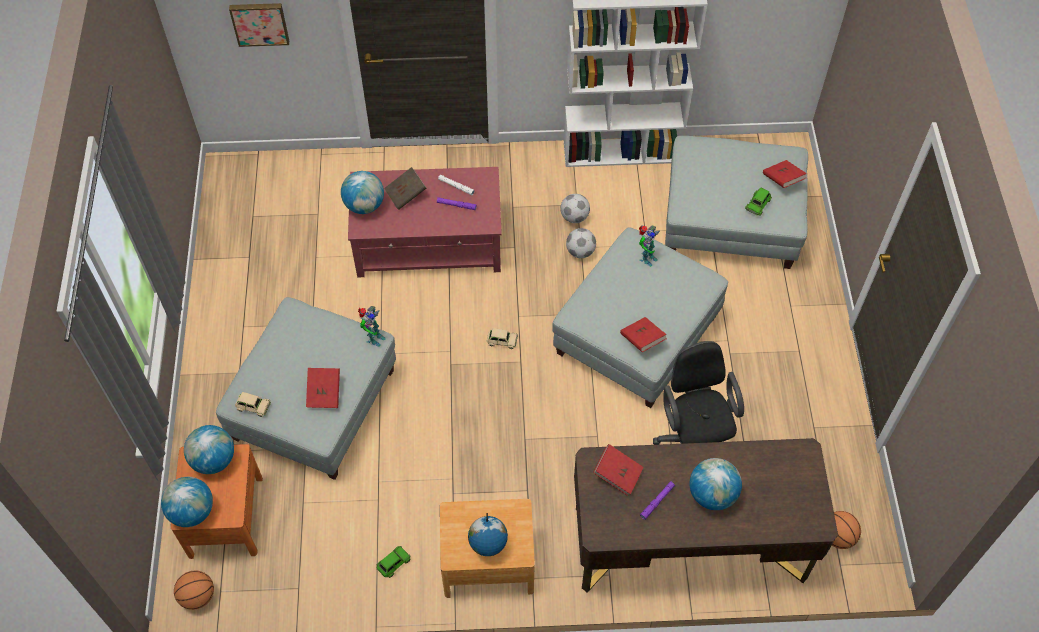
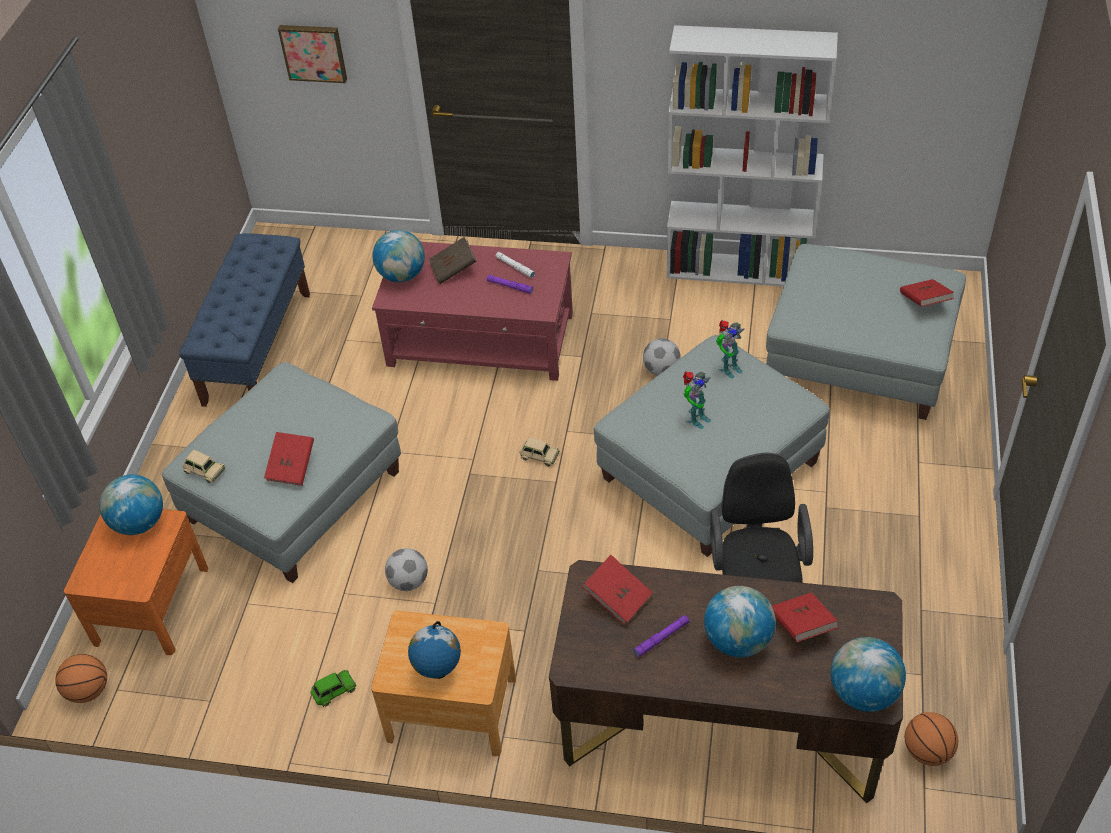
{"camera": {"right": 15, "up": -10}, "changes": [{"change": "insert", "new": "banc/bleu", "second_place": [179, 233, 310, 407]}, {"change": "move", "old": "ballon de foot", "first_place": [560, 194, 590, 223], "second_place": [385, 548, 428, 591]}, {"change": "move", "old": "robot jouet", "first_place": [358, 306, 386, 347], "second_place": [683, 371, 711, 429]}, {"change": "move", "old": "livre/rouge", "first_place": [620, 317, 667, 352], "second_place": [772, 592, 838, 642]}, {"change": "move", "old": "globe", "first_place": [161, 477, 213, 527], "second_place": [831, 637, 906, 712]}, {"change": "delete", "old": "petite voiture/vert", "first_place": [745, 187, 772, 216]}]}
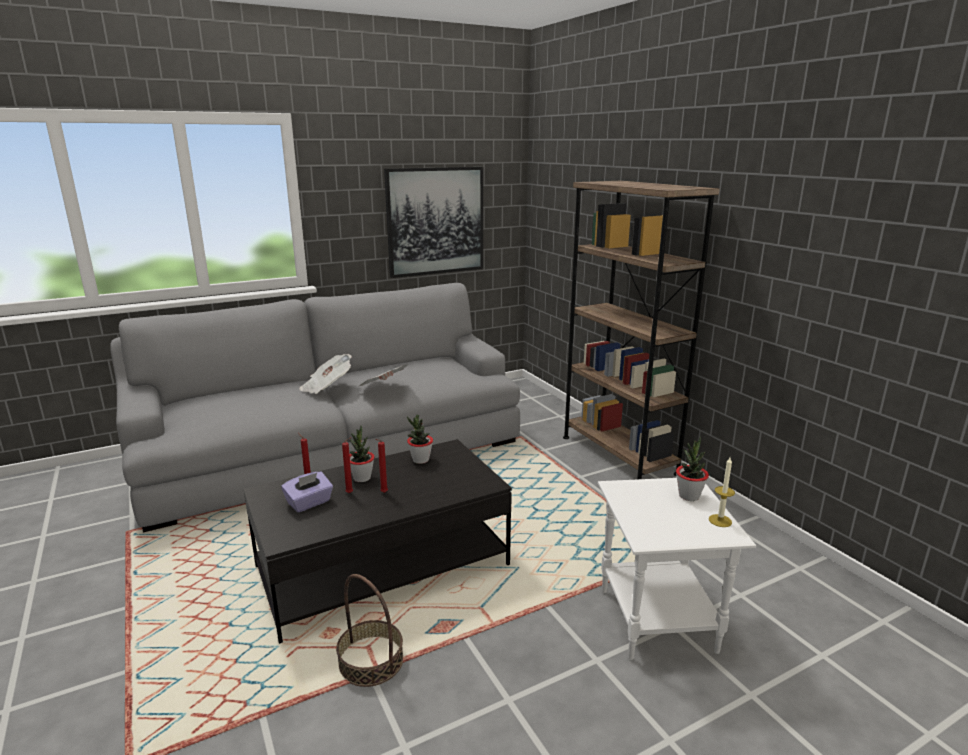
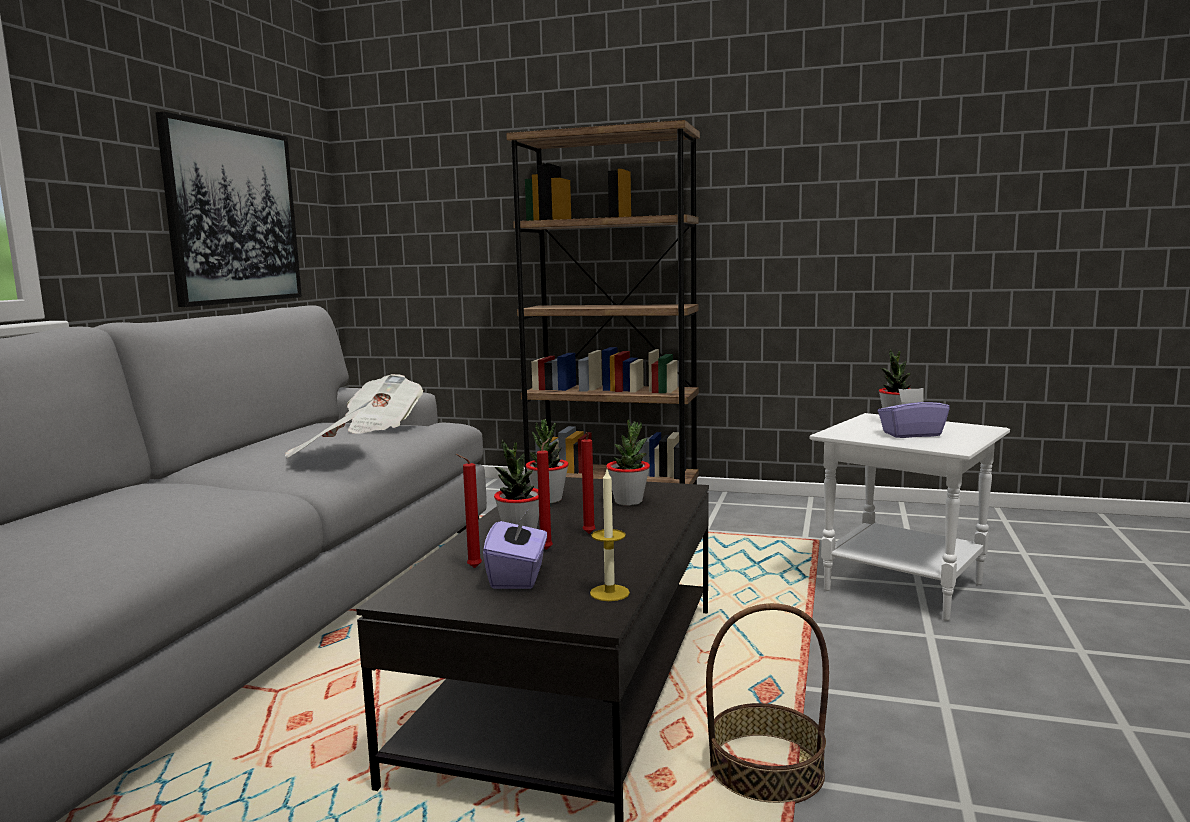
{"camera": {"right": -45, "up": -10}, "changes": [{"change": "move", "old": "journal", "first_place": [299, 354, 352, 394], "second_place": [345, 374, 423, 434]}, {"change": "move", "old": "bougie", "first_place": [709, 458, 735, 527], "second_place": [590, 470, 630, 601]}, {"change": "insert", "new": "plante en pot", "second_place": [606, 419, 650, 505]}, {"change": "insert", "new": "boîte à mouchoirs/violet", "second_place": [878, 388, 950, 438]}]}
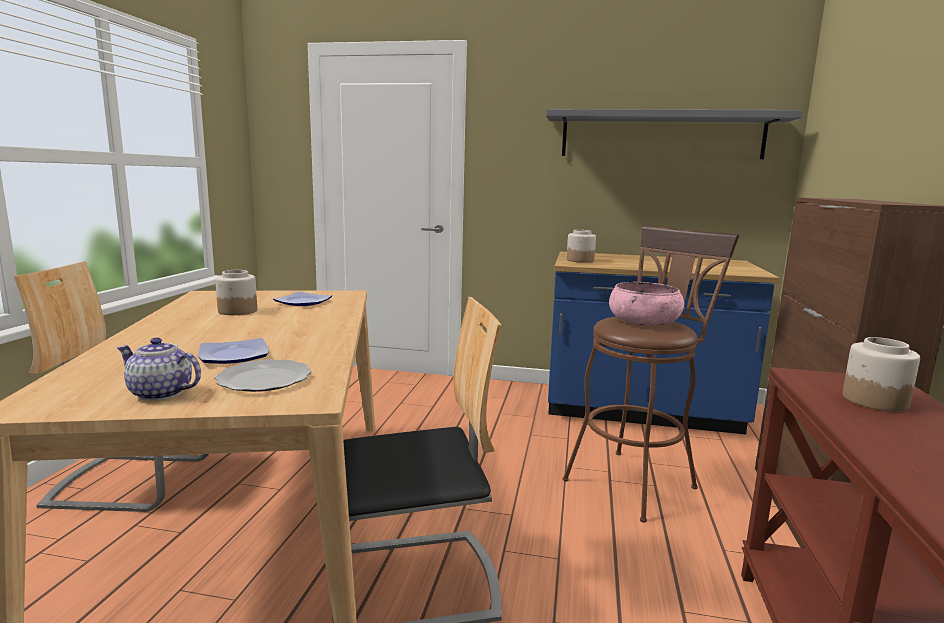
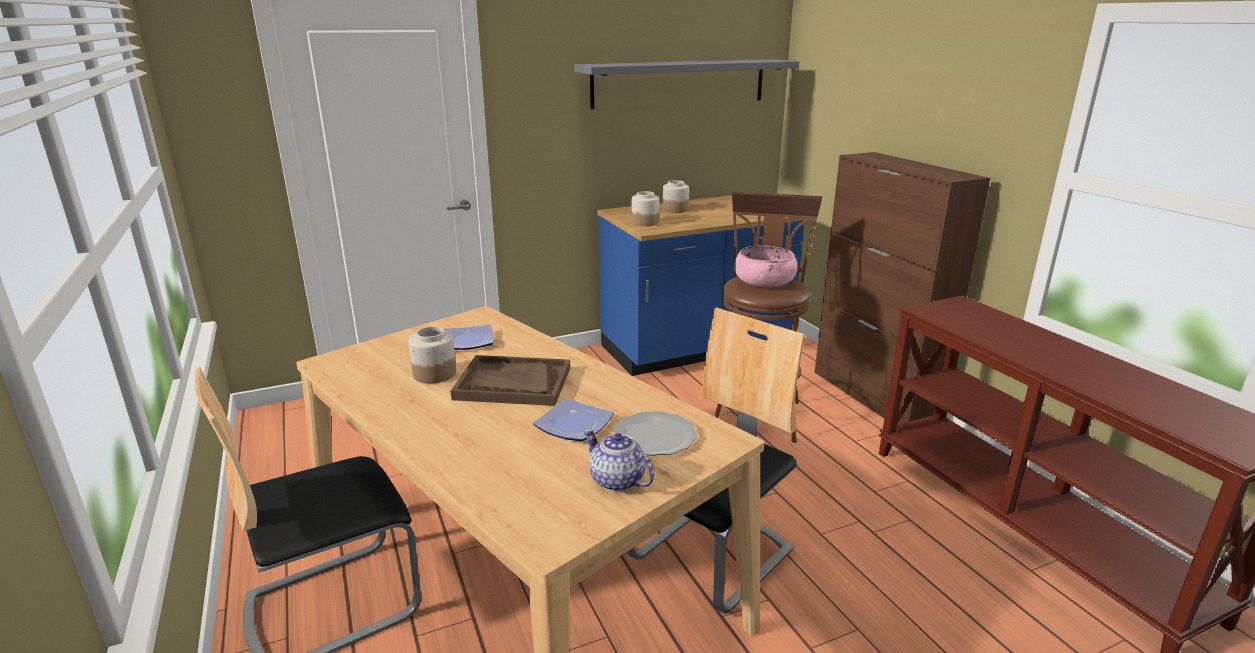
{"camera": {"right": -35, "up": 10}, "changes": [{"change": "insert", "new": "plateau/marron", "second_place": [451, 355, 570, 406]}, {"change": "rotate", "old": "théière", "first_place": [117, 338, 201, 401], "second_place": [583, 429, 655, 492], "degrees": 60}, {"change": "move", "old": "bocal", "first_place": [842, 337, 920, 412], "second_place": [663, 180, 689, 213]}]}
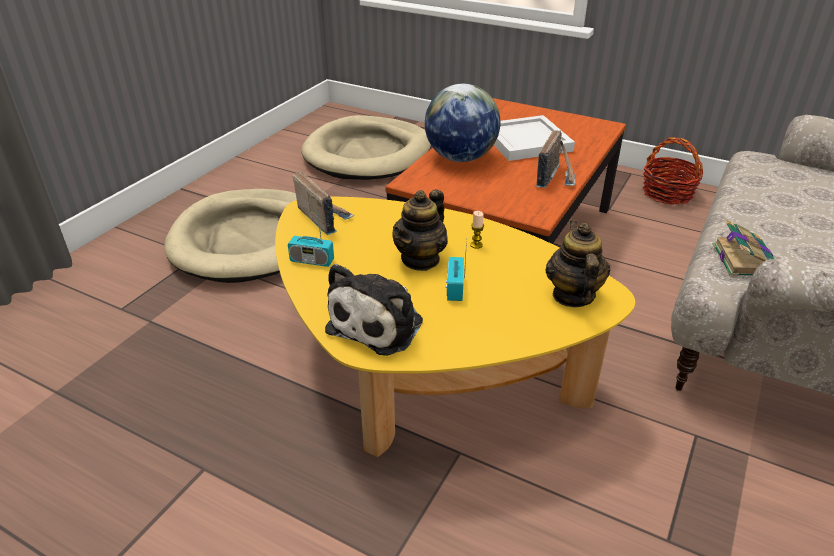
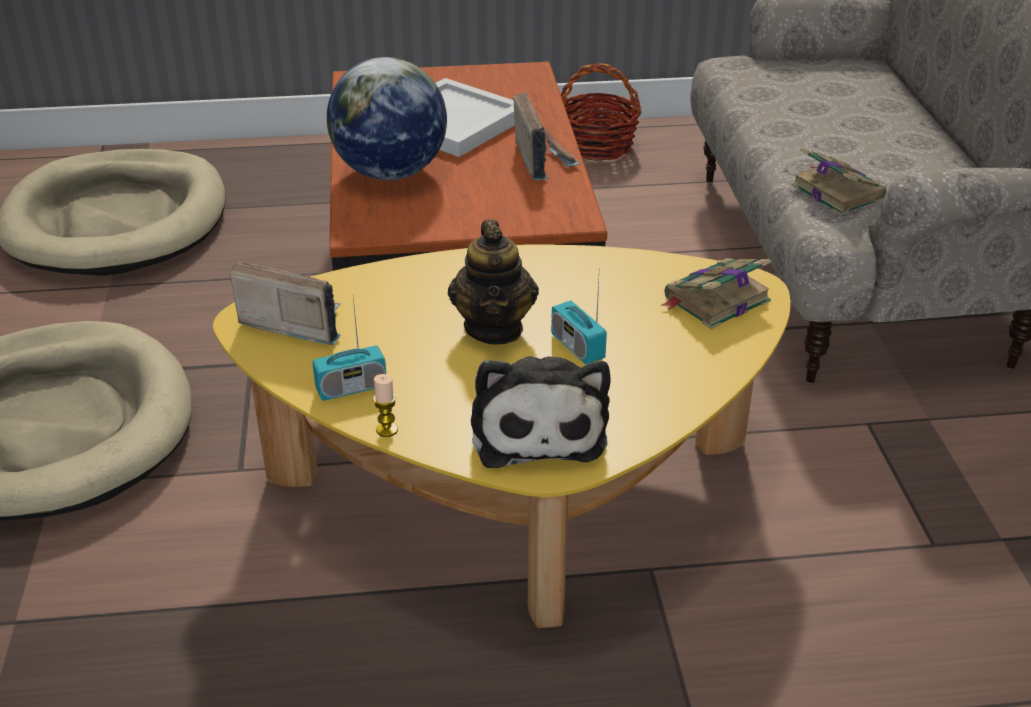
{"camera": {"right": -35, "up": 0}, "changes": [{"change": "move", "old": "bougie", "first_place": [470, 211, 484, 249], "second_place": [373, 374, 398, 437]}, {"change": "replace", "old": "théière", "new": "livre", "first_place": [545, 220, 610, 307], "second_place": [662, 259, 771, 329]}]}
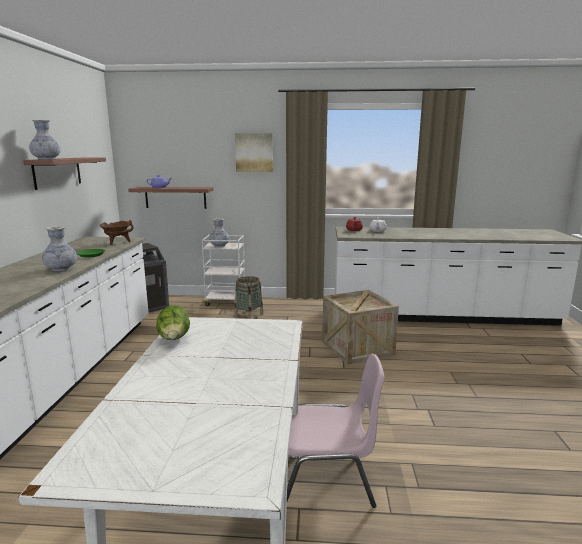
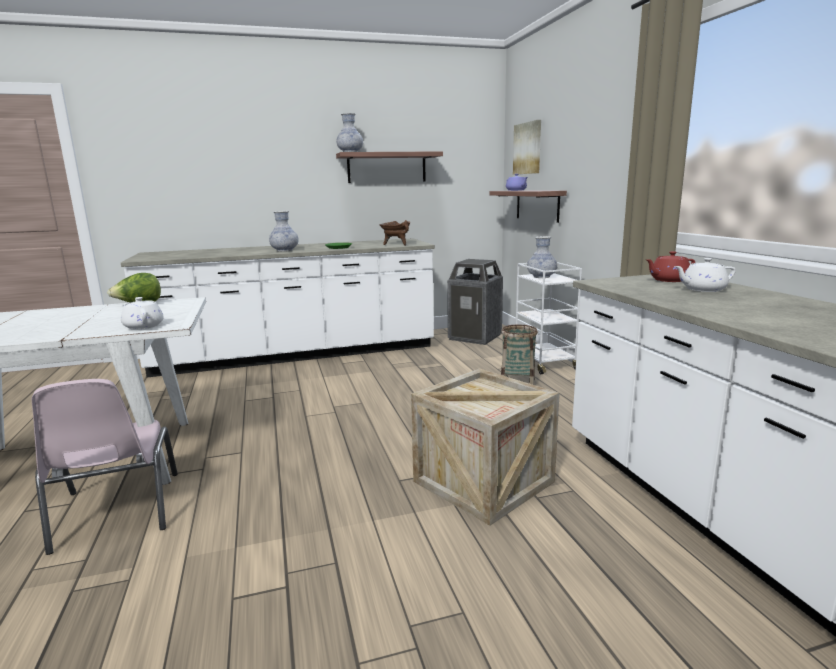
{"camera": {"right": 70, "up": 0}, "changes": [{"change": "insert", "new": "théière/blanc", "second_place": [121, 297, 164, 329]}, {"change": "move", "old": "tableau", "first_place": [235, 133, 273, 172], "second_place": [513, 120, 541, 175]}]}
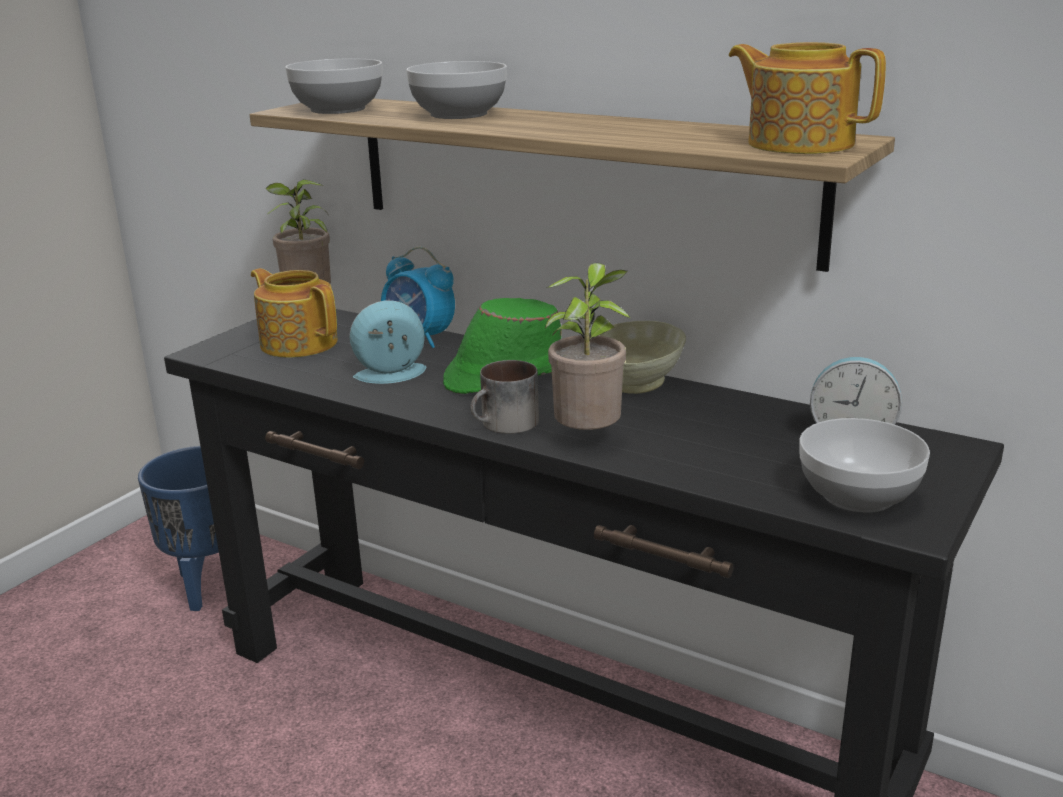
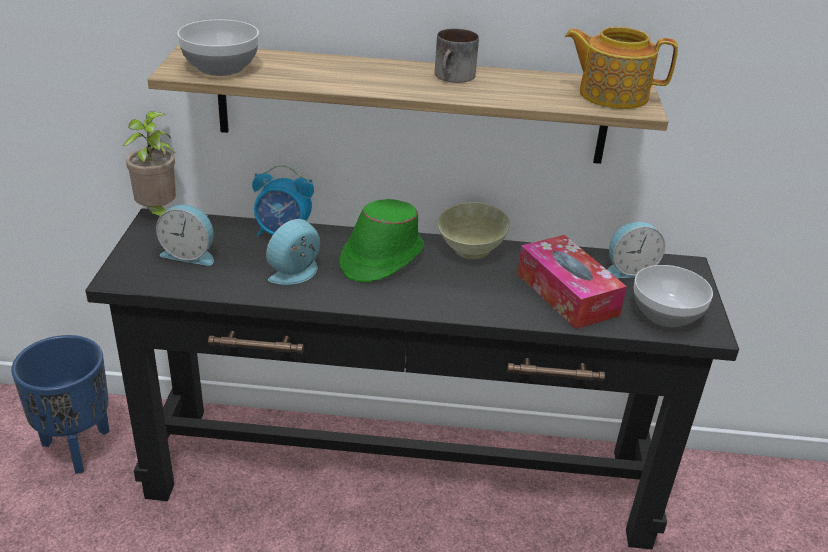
{"camera": {"right": -30, "up": 10}, "changes": [{"change": "replace", "old": "théière", "new": "réveil", "first_place": [251, 268, 338, 358], "second_place": [156, 205, 214, 266]}, {"change": "move", "old": "mug", "first_place": [470, 360, 539, 434], "second_place": [435, 28, 479, 83]}, {"change": "insert", "new": "boîte à mouchoirs", "second_place": [517, 235, 627, 329]}, {"change": "delete", "old": "bol", "first_place": [406, 61, 507, 119]}, {"change": "delete", "old": "plante en pot", "first_place": [545, 263, 631, 430]}]}
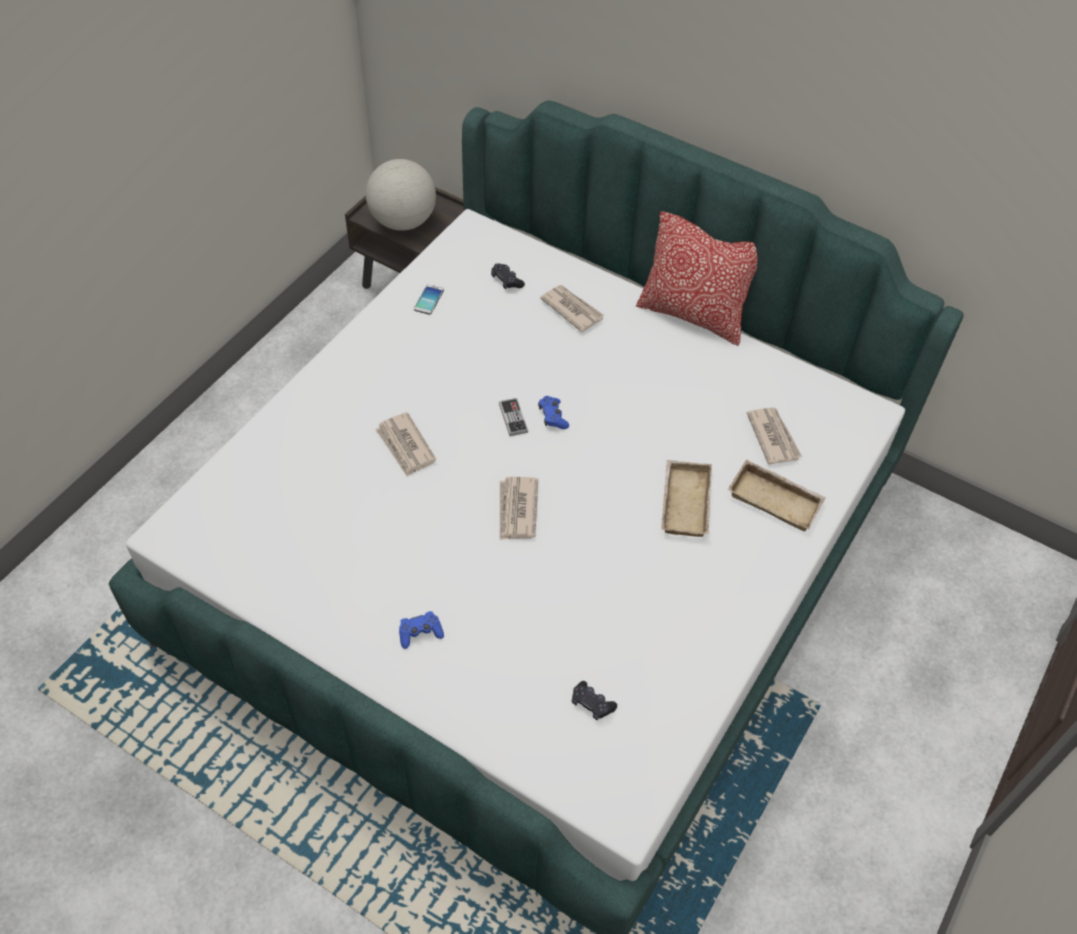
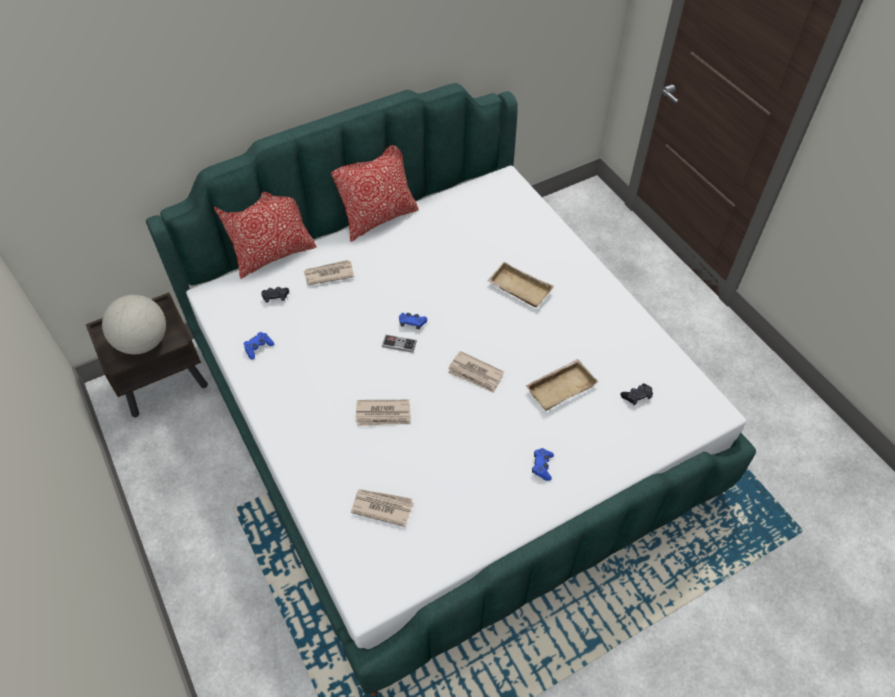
{"camera": {"right": -60, "up": 0}, "changes": [{"change": "insert", "new": "coussin", "second_place": [214, 192, 316, 279]}, {"change": "replace", "old": "téléphone", "new": "manette/bleu", "first_place": [414, 284, 444, 315], "second_place": [243, 332, 274, 359]}, {"change": "move", "old": "journal", "first_place": [747, 407, 802, 465], "second_place": [351, 489, 413, 527]}, {"change": "move", "old": "plateau/beige", "first_place": [728, 459, 826, 531], "second_place": [525, 359, 598, 411]}]}
